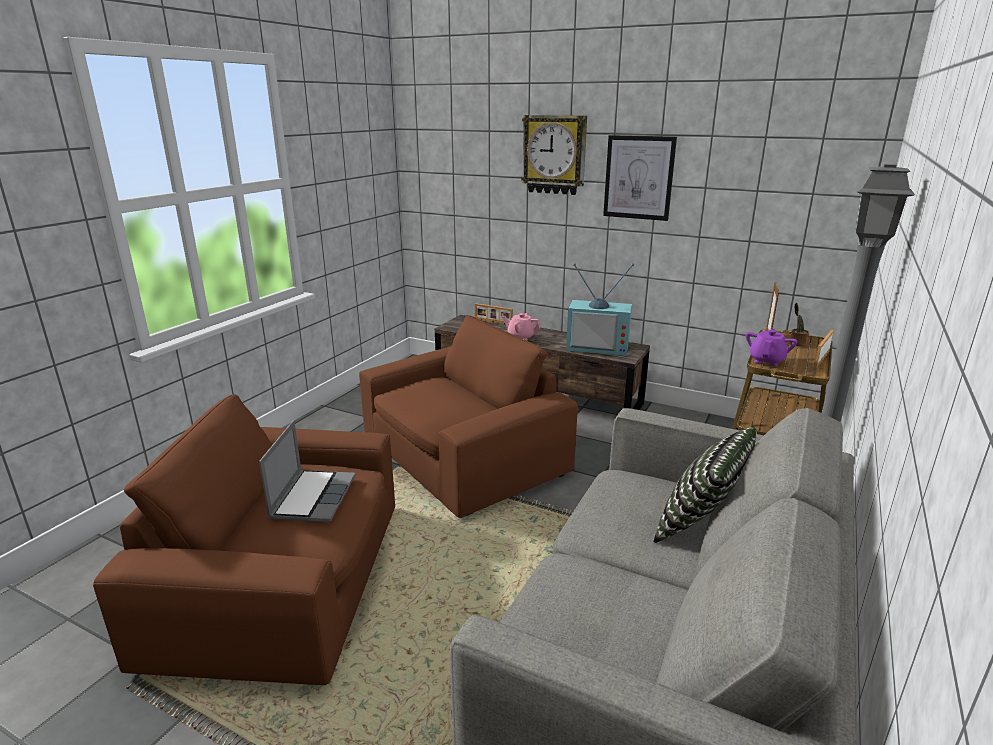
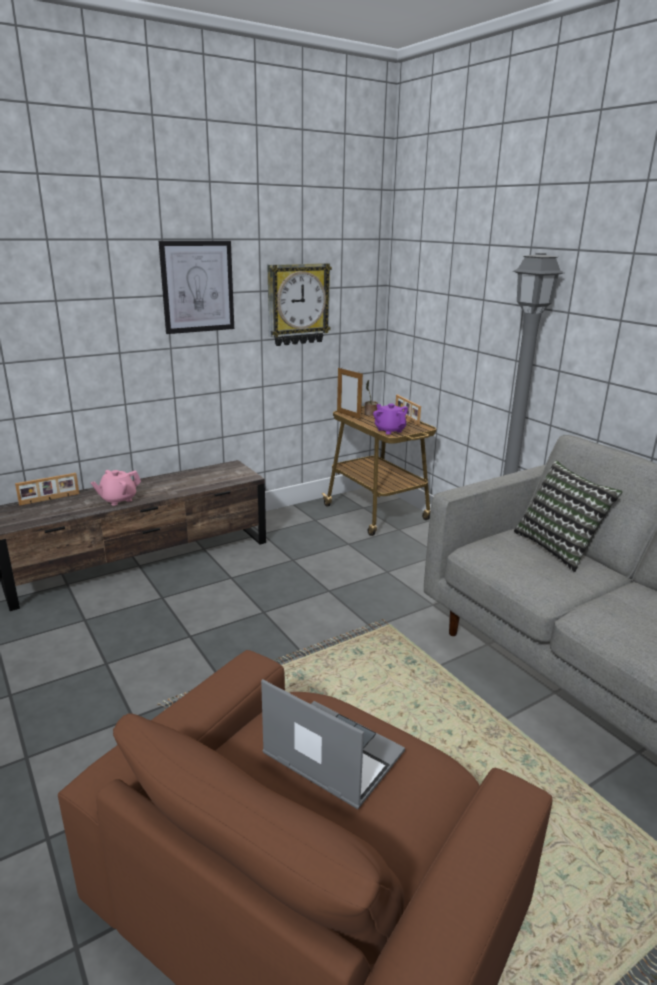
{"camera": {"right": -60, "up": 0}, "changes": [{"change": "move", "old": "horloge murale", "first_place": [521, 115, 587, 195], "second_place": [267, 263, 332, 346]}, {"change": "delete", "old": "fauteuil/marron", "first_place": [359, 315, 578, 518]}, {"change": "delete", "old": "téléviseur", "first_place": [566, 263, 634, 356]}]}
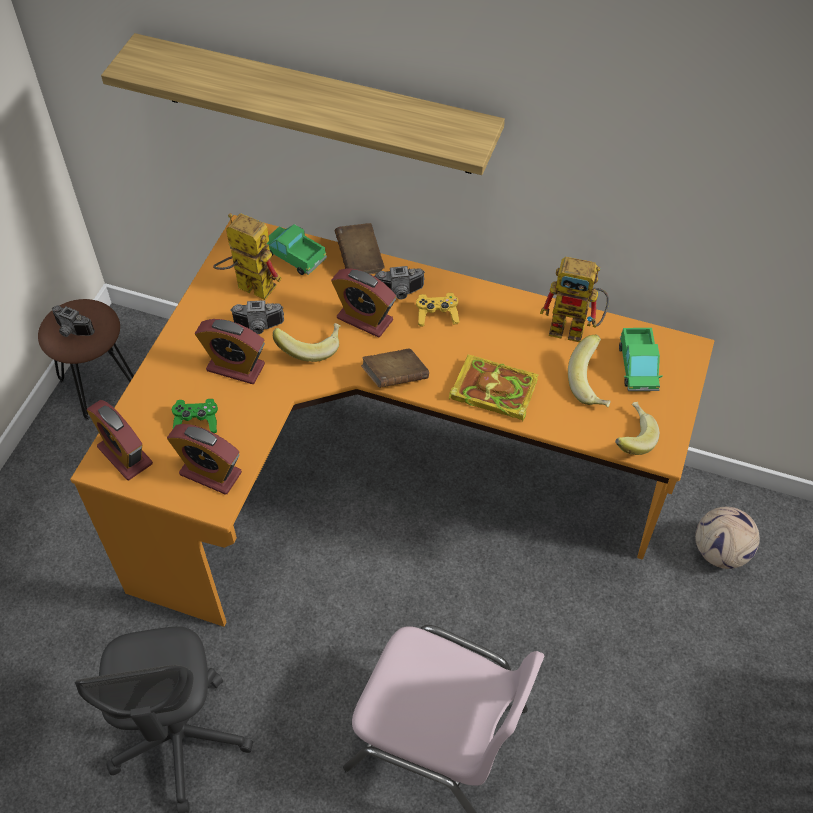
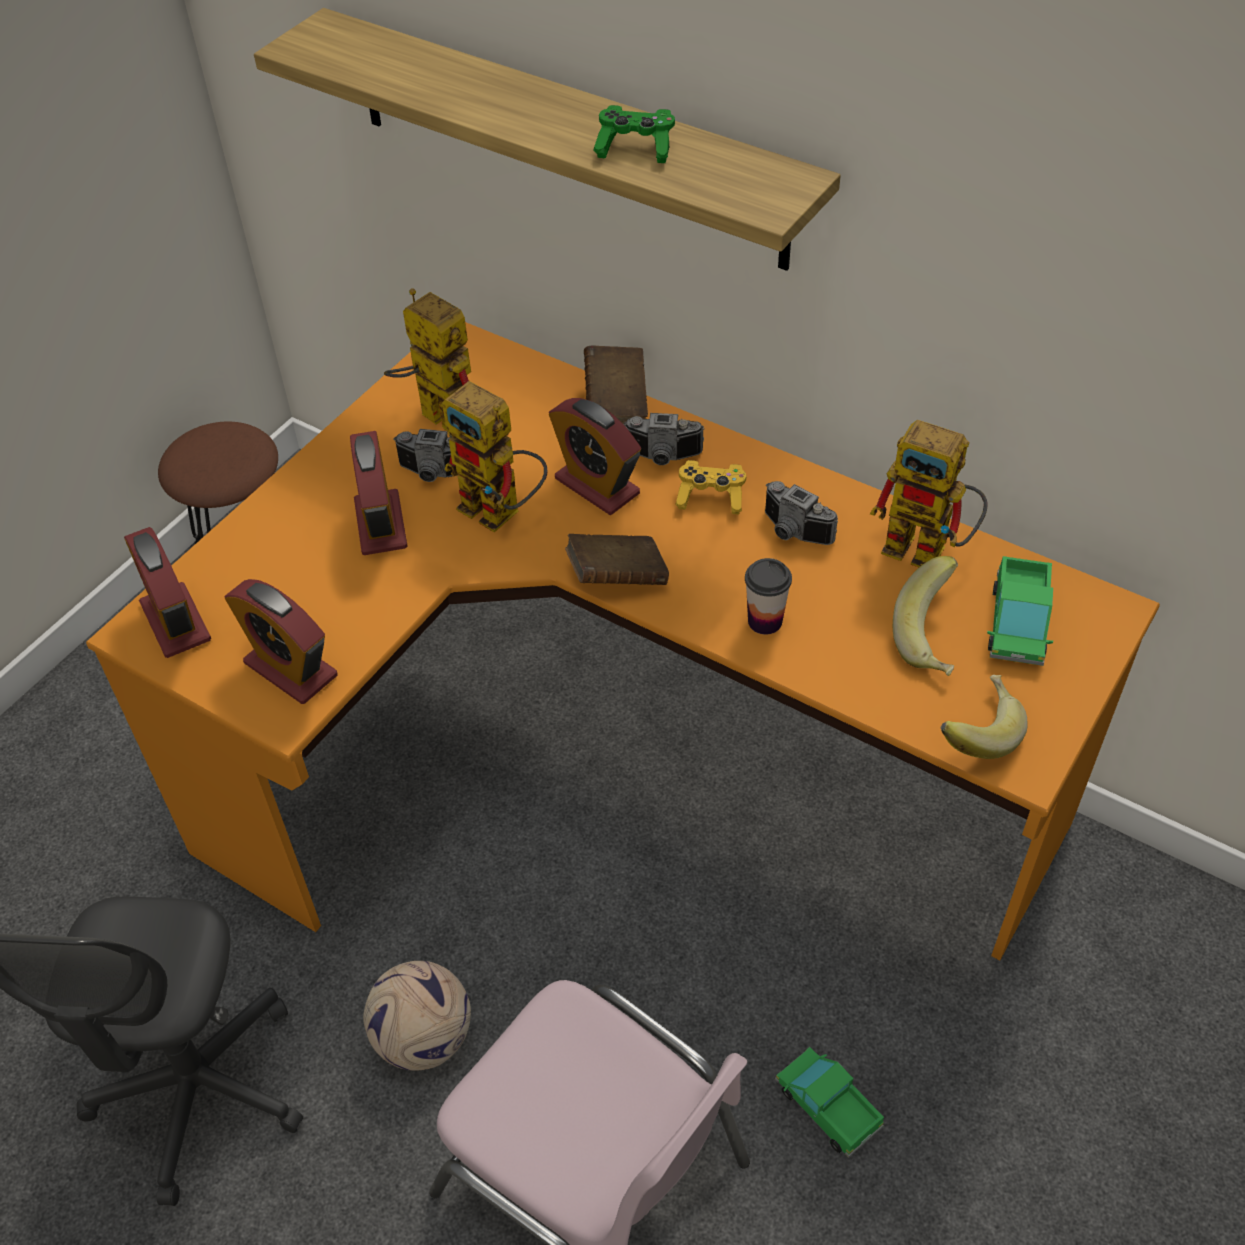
{"camera": {"right": 15, "up": -5}, "changes": [{"change": "rotate", "old": "réveil", "first_place": [195, 319, 265, 384], "second_place": [350, 431, 408, 555], "degrees": 45}, {"change": "move", "old": "ballon de foot", "first_place": [695, 507, 760, 569], "second_place": [363, 961, 471, 1071]}, {"change": "replace", "old": "banane", "new": "robot jouet", "first_place": [273, 323, 341, 362], "second_place": [442, 381, 547, 532]}, {"change": "move", "old": "manette/vert", "first_place": [172, 399, 218, 433], "second_place": [593, 105, 675, 163]}, {"change": "replace", "old": "livre", "new": "tasse", "first_place": [449, 354, 538, 422], "second_place": [745, 558, 792, 634]}, {"change": "move", "old": "appareil photo", "first_place": [52, 306, 95, 337], "second_place": [765, 481, 838, 545]}, {"change": "move", "old": "camion jouet", "first_place": [267, 224, 327, 275], "second_place": [775, 1047, 884, 1158]}]}
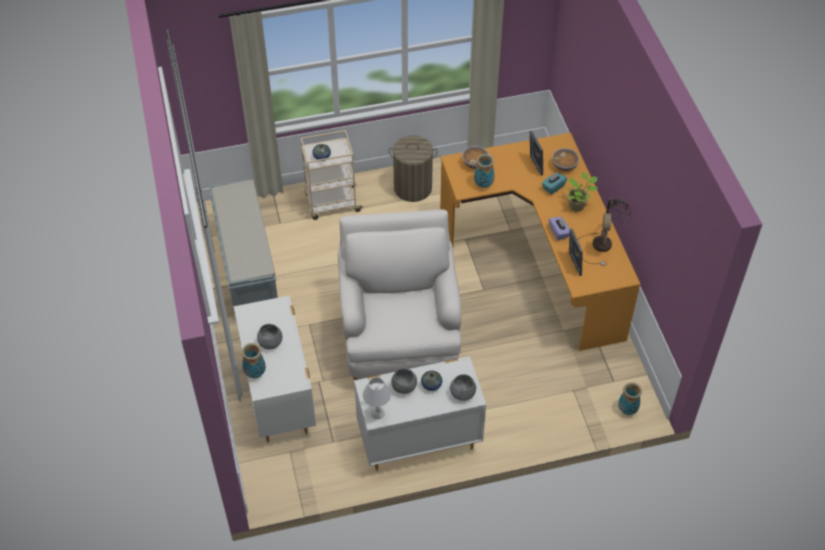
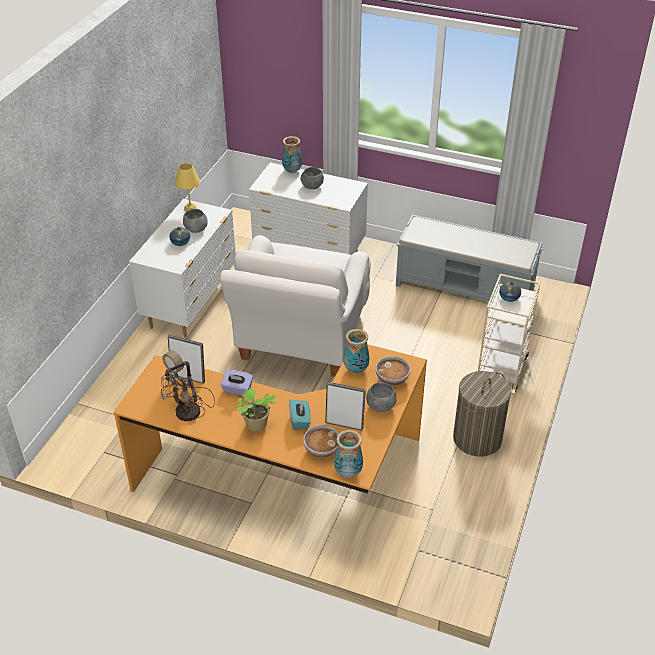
{"camera": {"right": 125, "up": -10}, "changes": [{"change": "recolor", "old": "lampe de table/blanc", "new": "lampe de table/jaune", "first_place": [363, 377, 391, 419], "second_place": [175, 163, 200, 211]}, {"change": "rotate", "old": "fauteuil/blanc", "first_place": [338, 209, 461, 380], "second_place": [220, 235, 371, 377], "degrees": 75}, {"change": "move", "old": "vase", "first_place": [618, 382, 642, 415], "second_place": [334, 430, 363, 478]}, {"change": "move", "old": "bol/gris", "first_place": [450, 374, 476, 401], "second_place": [366, 382, 397, 412]}]}
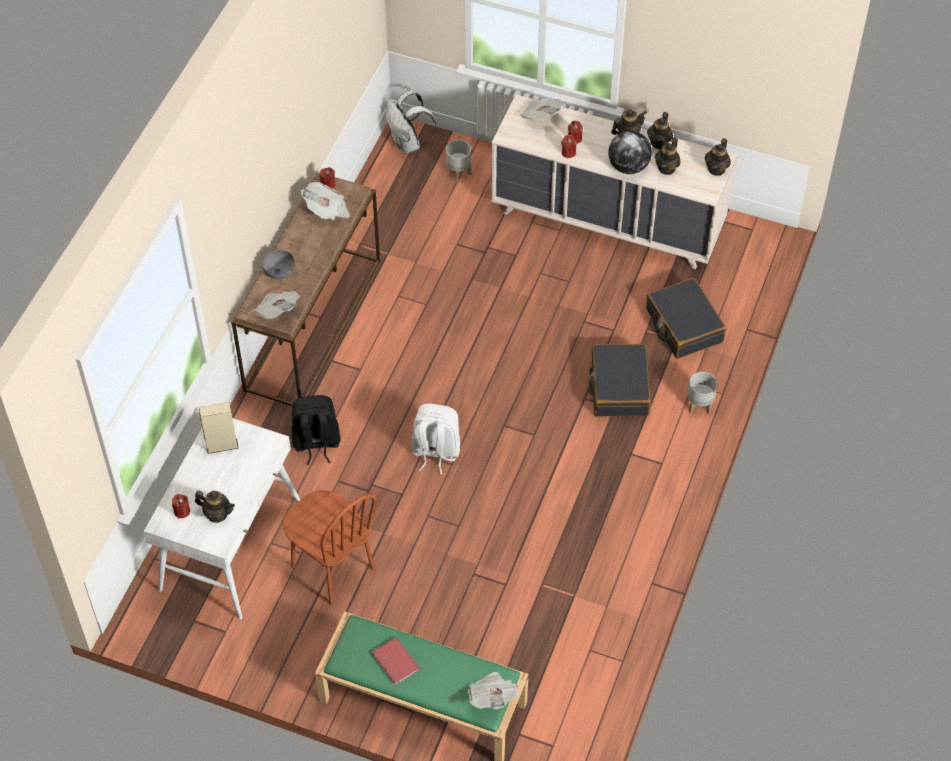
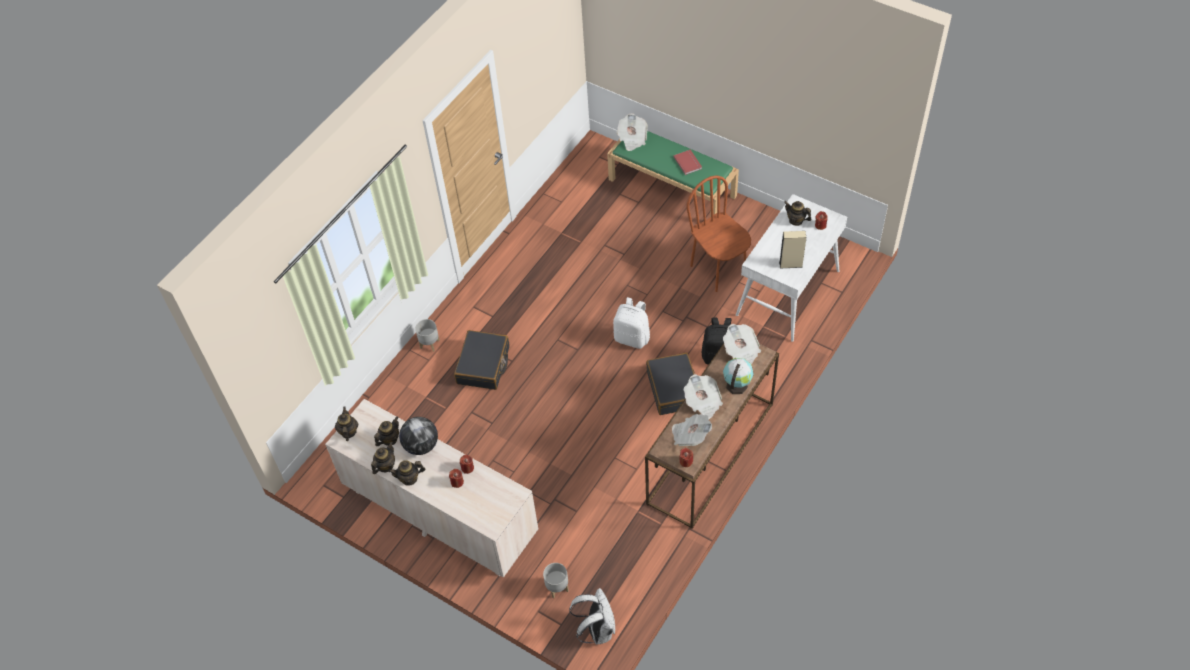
{"camera": {"right": -165, "up": 0}, "changes": [{"change": "rotate", "old": "théière", "first_place": [705, 138, 731, 176], "second_place": [335, 407, 358, 441], "degrees": -45}, {"change": "move", "old": "valise/noir", "first_place": [646, 278, 726, 359], "second_place": [646, 353, 695, 415]}, {"change": "move", "old": "journal", "first_place": [519, 99, 564, 121], "second_place": [684, 374, 723, 419]}, {"change": "replace", "old": "bol/gris", "new": "globe", "first_place": [262, 250, 295, 279], "second_place": [723, 358, 754, 394]}]}
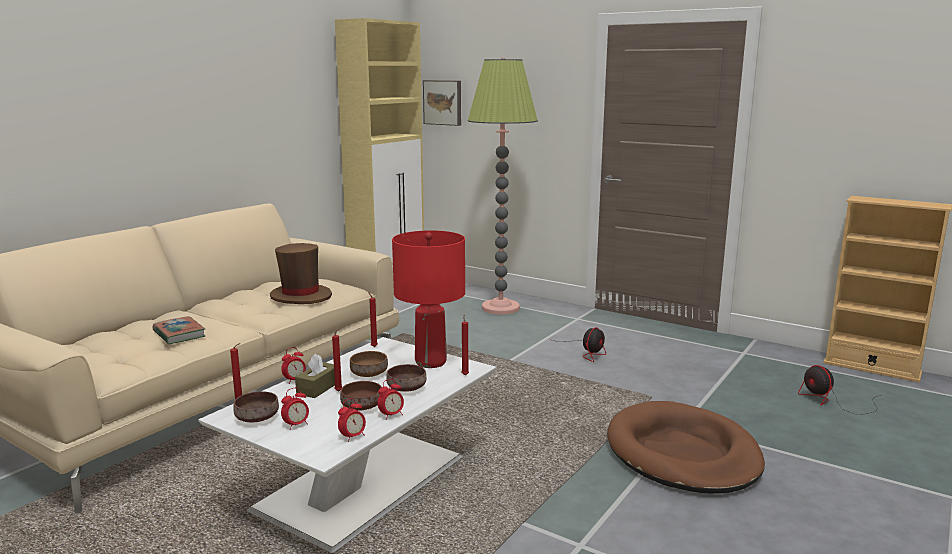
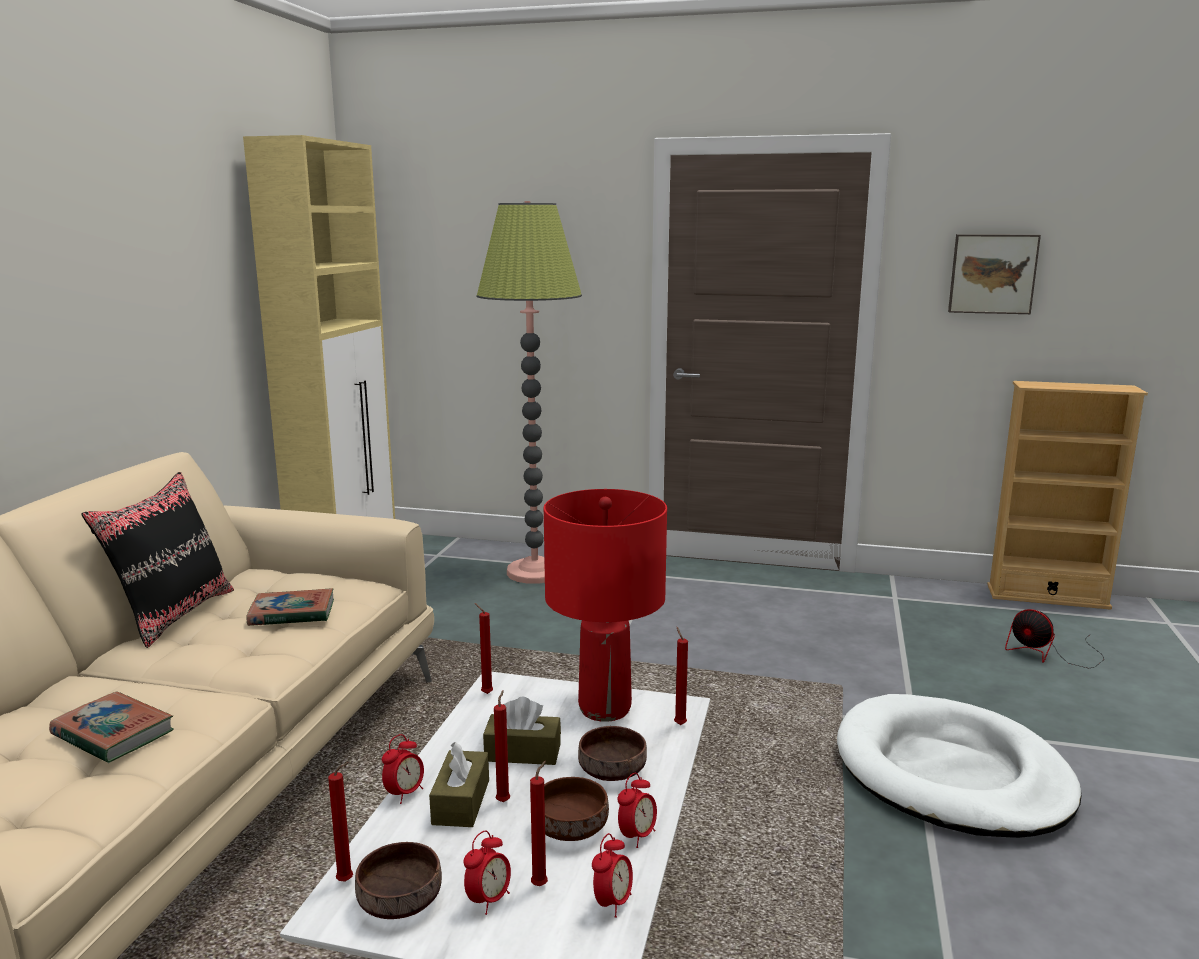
{"camera": {"right": -20, "up": 0}, "changes": [{"change": "insert", "new": "coussin/noir", "second_place": [81, 472, 234, 648]}, {"change": "replace", "old": "chapeau/marron", "new": "livre", "first_place": [270, 243, 332, 304], "second_place": [246, 588, 334, 626]}, {"change": "replace", "old": "bol/marron", "new": "boîte à mouchoirs/marron", "first_place": [350, 351, 388, 377], "second_place": [483, 697, 561, 765]}, {"change": "insert", "new": "bougie/rouge", "second_place": [530, 761, 548, 886]}, {"change": "recolor", "old": "panier pour chien/marron", "new": "panier pour chien/blanc", "first_place": [607, 401, 765, 494], "second_place": [837, 694, 1082, 838]}, {"change": "move", "old": "tableau", "first_place": [423, 80, 461, 126], "second_place": [948, 234, 1041, 314]}, {"change": "delete", "old": "ventilateur", "first_place": [553, 327, 606, 362]}]}
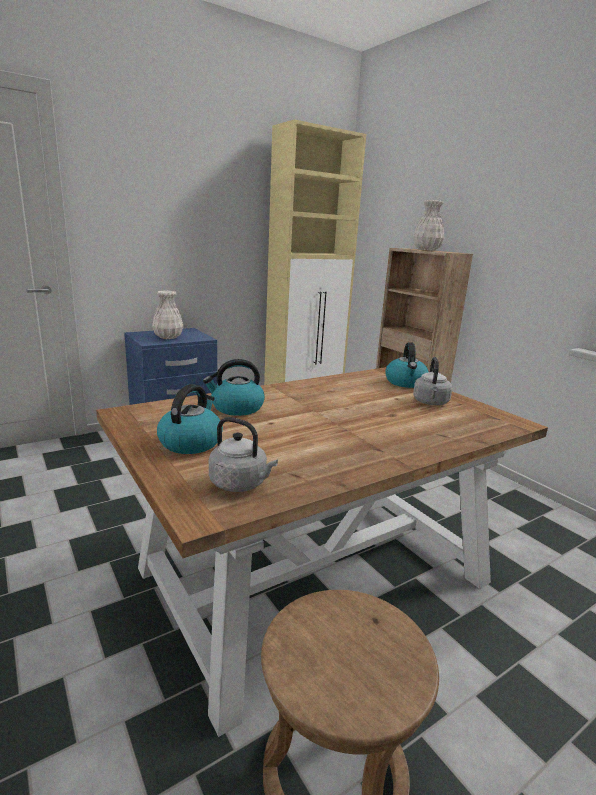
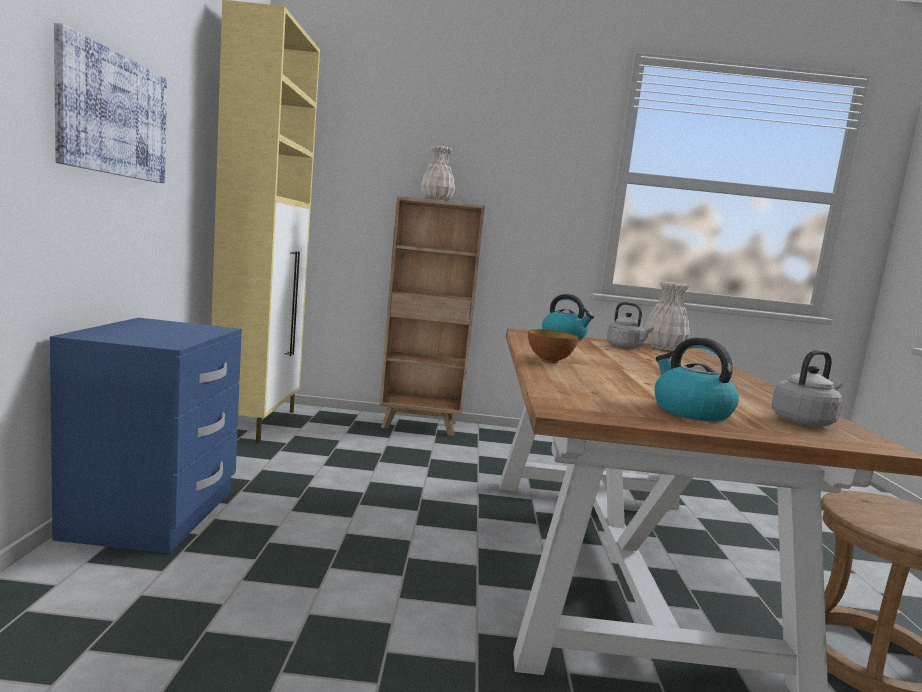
{"camera": {"right": -55, "up": -10}, "changes": [{"change": "insert", "new": "tableau", "second_place": [54, 23, 167, 183]}, {"change": "insert", "new": "bol", "second_place": [528, 329, 579, 364]}, {"change": "move", "old": "vase/blanc", "first_place": [152, 291, 183, 339], "second_place": [644, 282, 690, 351]}, {"change": "delete", "old": "bouilloire", "first_place": [203, 359, 265, 416]}]}
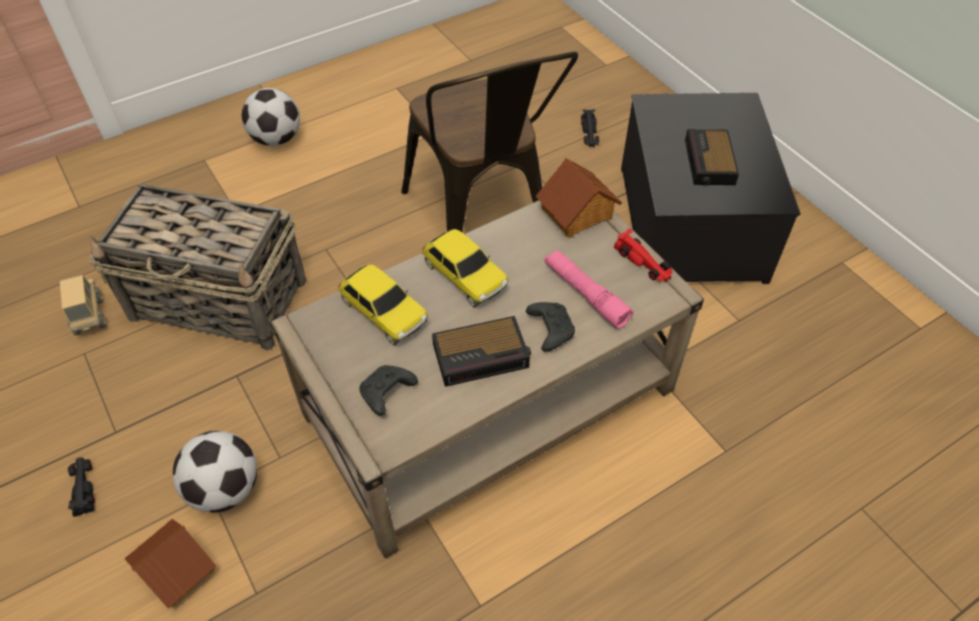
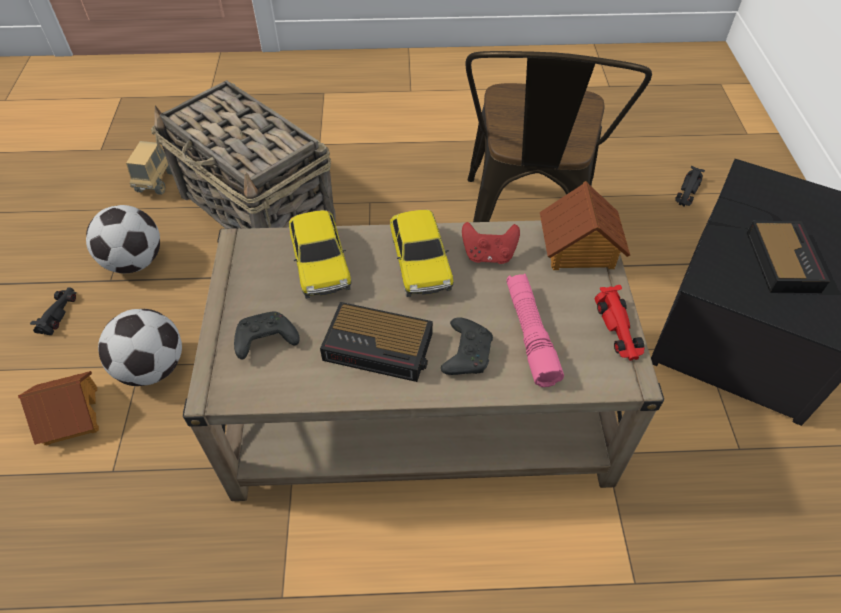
{"camera": {"right": 30, "up": 0}, "changes": [{"change": "move", "old": "ballon de foot", "first_place": [242, 88, 300, 146], "second_place": [86, 205, 160, 273]}, {"change": "insert", "new": "manette/rouge", "second_place": [462, 222, 520, 264]}, {"change": "rotate", "old": "réveil", "first_place": [685, 129, 739, 185], "second_place": [747, 221, 830, 293], "degrees": 150}]}
